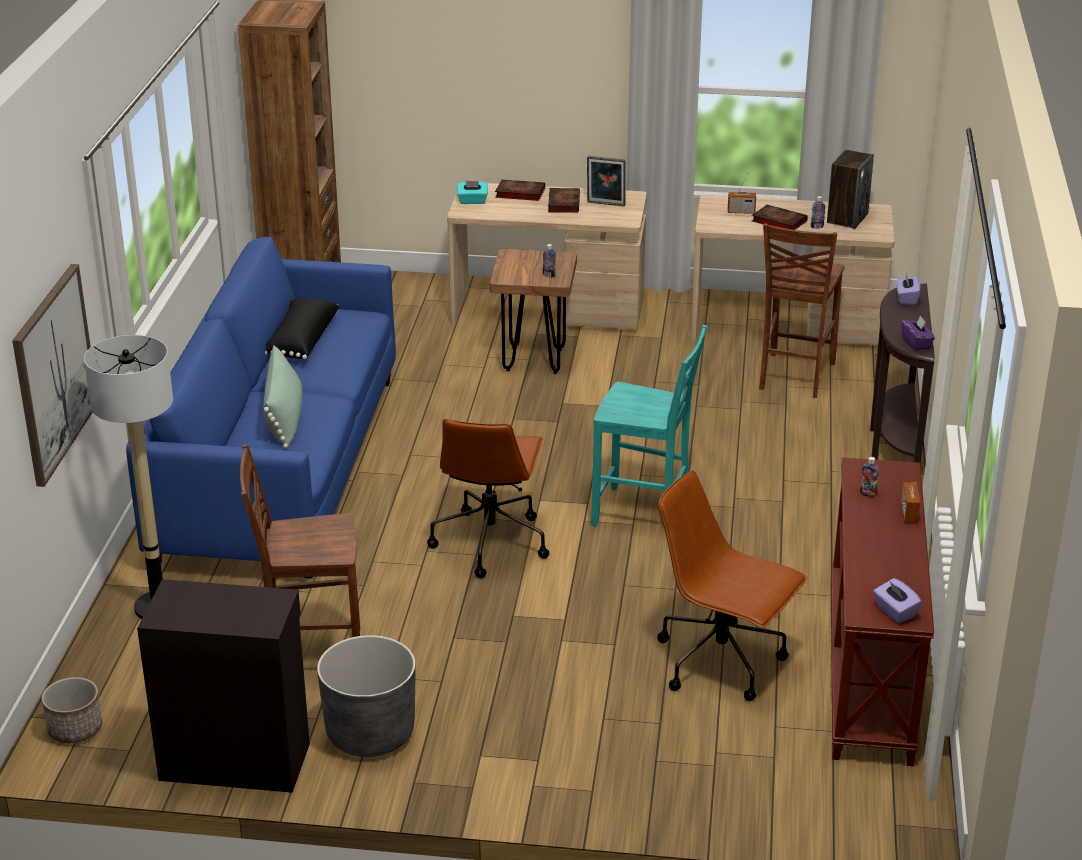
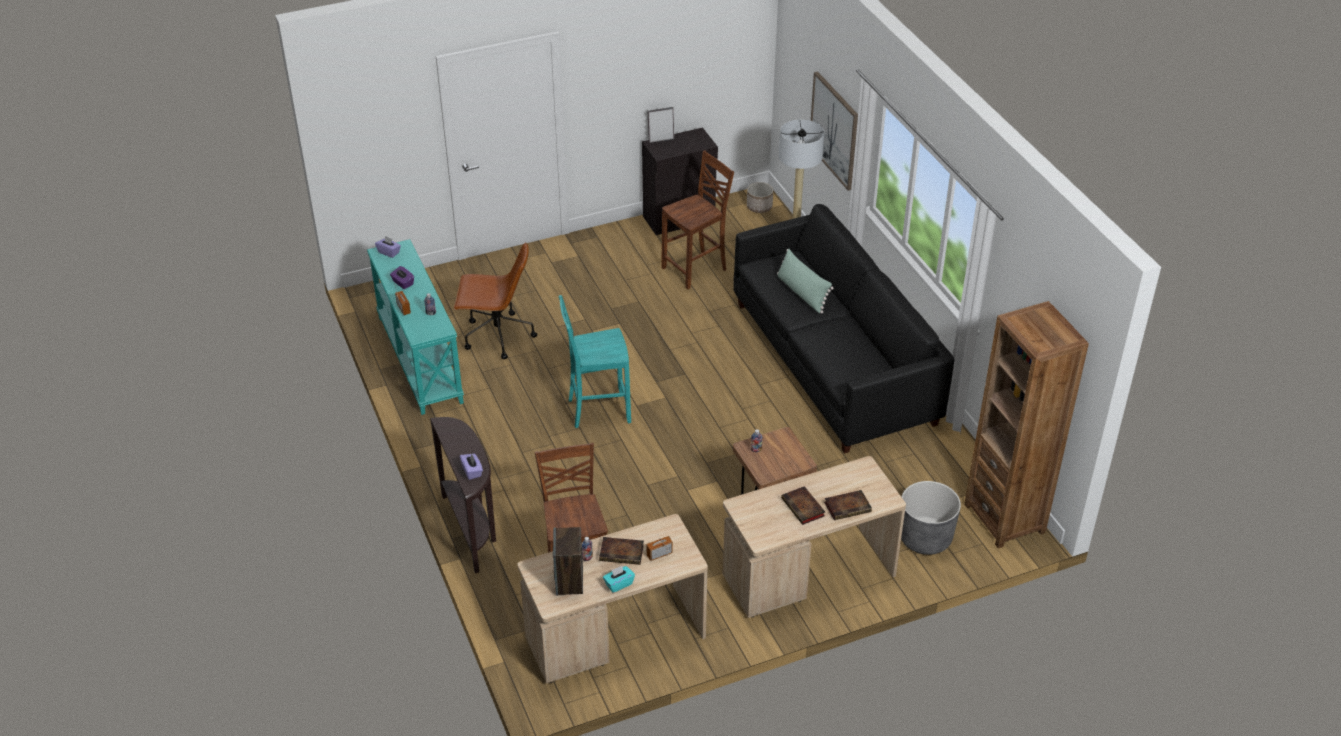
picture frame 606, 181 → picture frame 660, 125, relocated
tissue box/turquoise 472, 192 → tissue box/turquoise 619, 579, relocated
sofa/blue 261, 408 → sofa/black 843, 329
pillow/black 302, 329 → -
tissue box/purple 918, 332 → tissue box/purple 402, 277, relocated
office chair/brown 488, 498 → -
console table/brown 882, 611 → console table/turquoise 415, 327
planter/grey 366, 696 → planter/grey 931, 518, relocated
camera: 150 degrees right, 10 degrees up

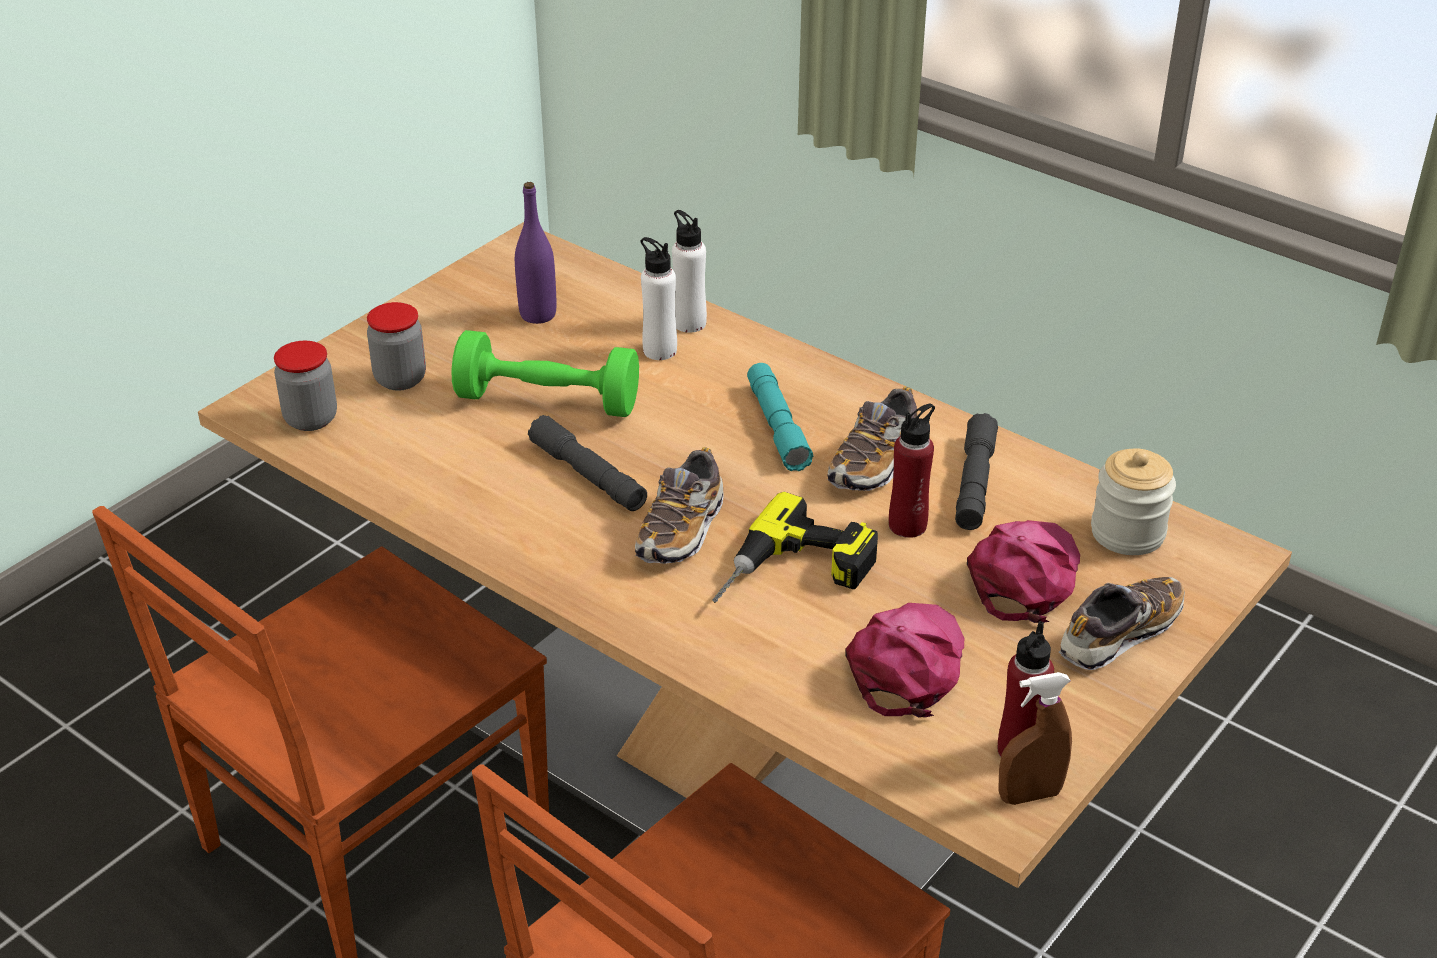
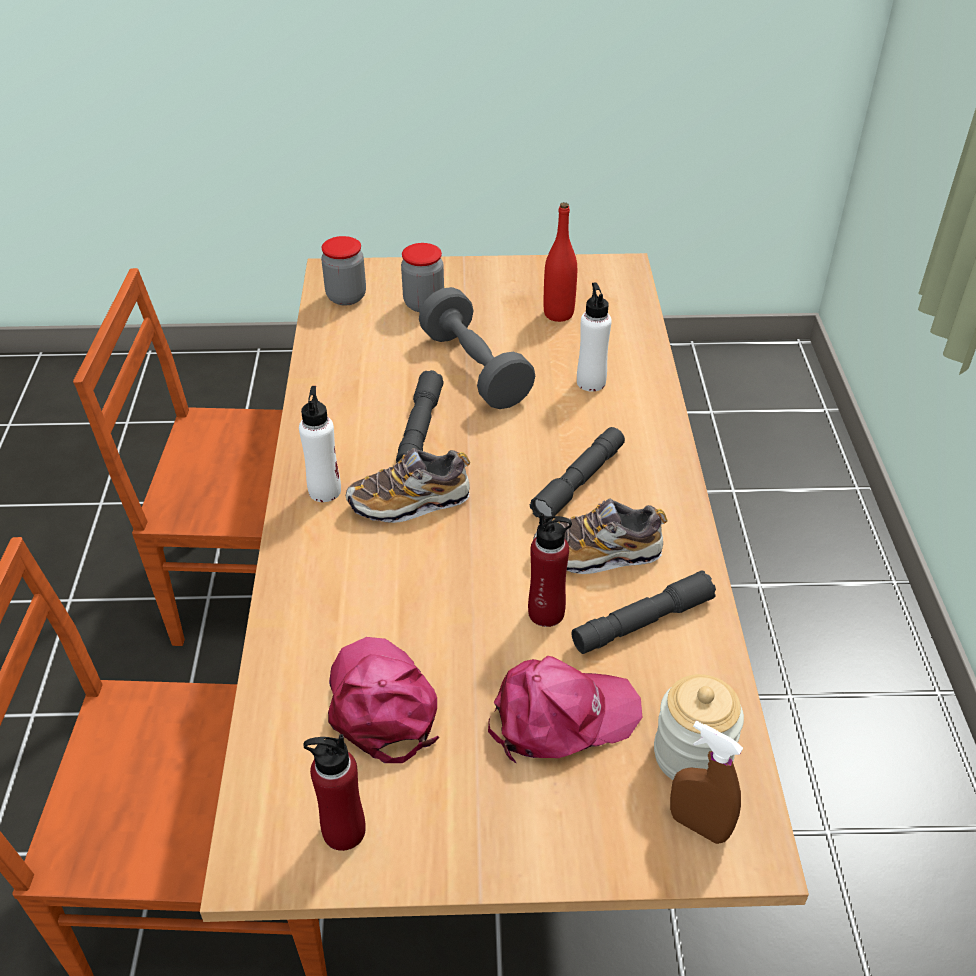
bottle/purple 535, 253 → bottle/red 560, 262
bottle/white 689, 271 → bottle/white 320, 444, relocated
dumbbell/green 545, 373 → dumbbell/grey 477, 348
flashlight/turquoise 780, 417 → flashlight/grey 577, 474
power drill 795, 547 → -
shoe 1122, 623 → -
cap/pink 905, 660 → cap/pink 383, 700, 90 degrees counterclockwise
spray bottle/brown 1035, 738 → spray bottle/brown 706, 782, relocated
camera: 50 degrees right, 5 degrees up

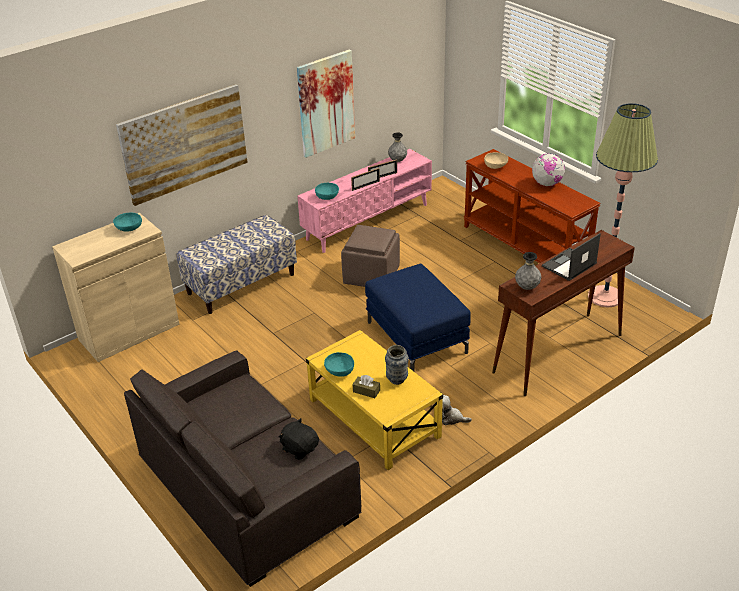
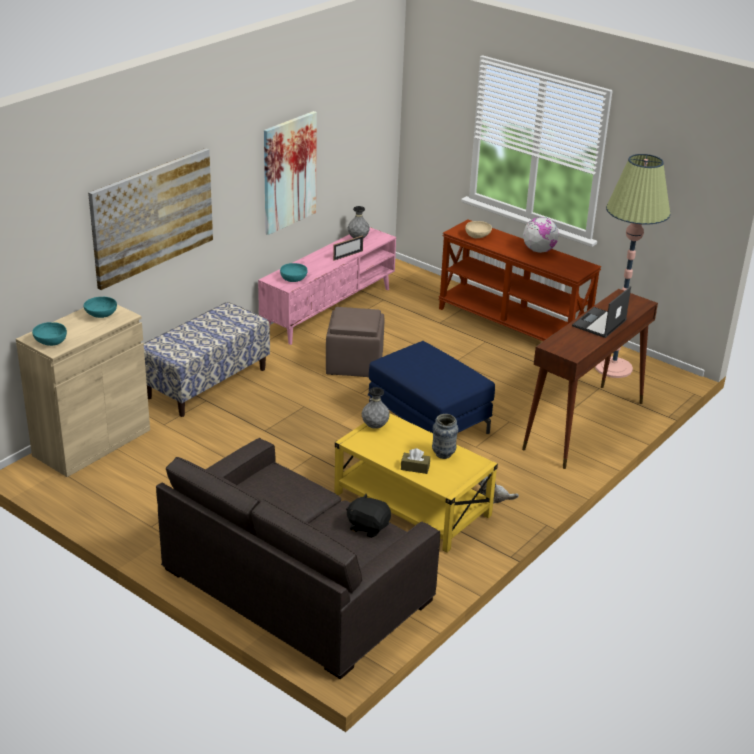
picture frame 365, 179 → -
vase/grey 528, 271 → vase/grey 376, 408, relocated
bowl/turquoise 339, 364 → bowl/turquoise 49, 334, relocated
camera: 15 degrees left, 5 degrees down

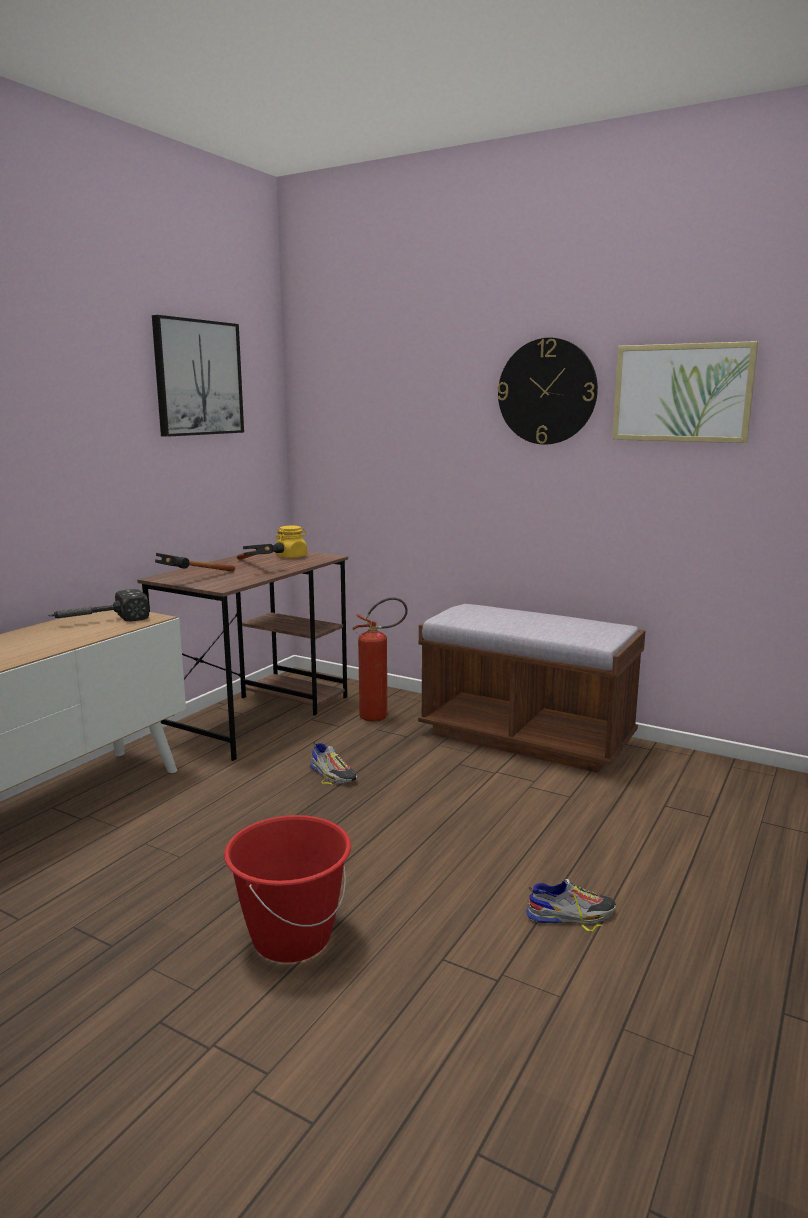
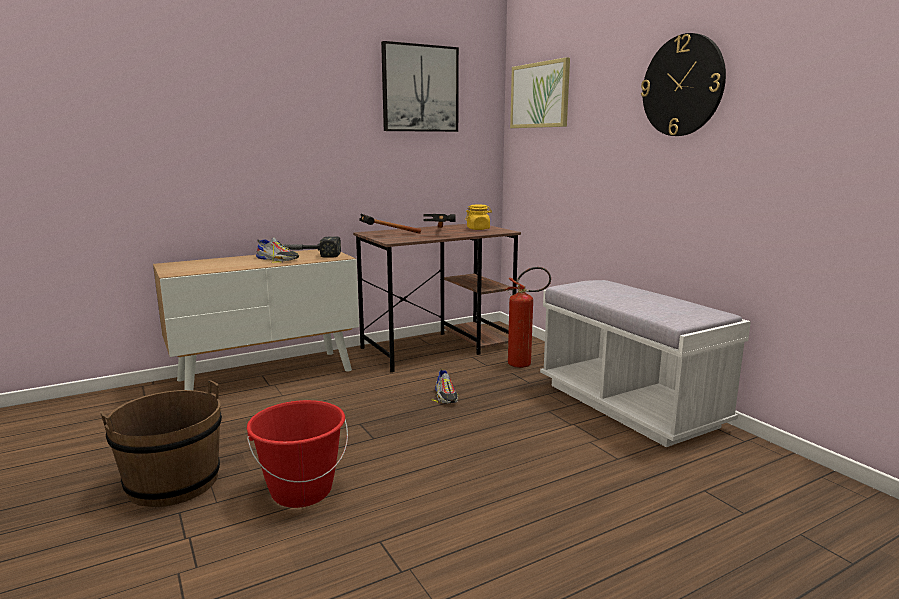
picture 685, 392 → picture 540, 92, relocated
bench/brown 532, 688 → bench/white 645, 363
shoe 571, 905 → shoe 277, 250, relocated
- → bucket/brown 161, 443
camera: 30 degrees right, 0 degrees up

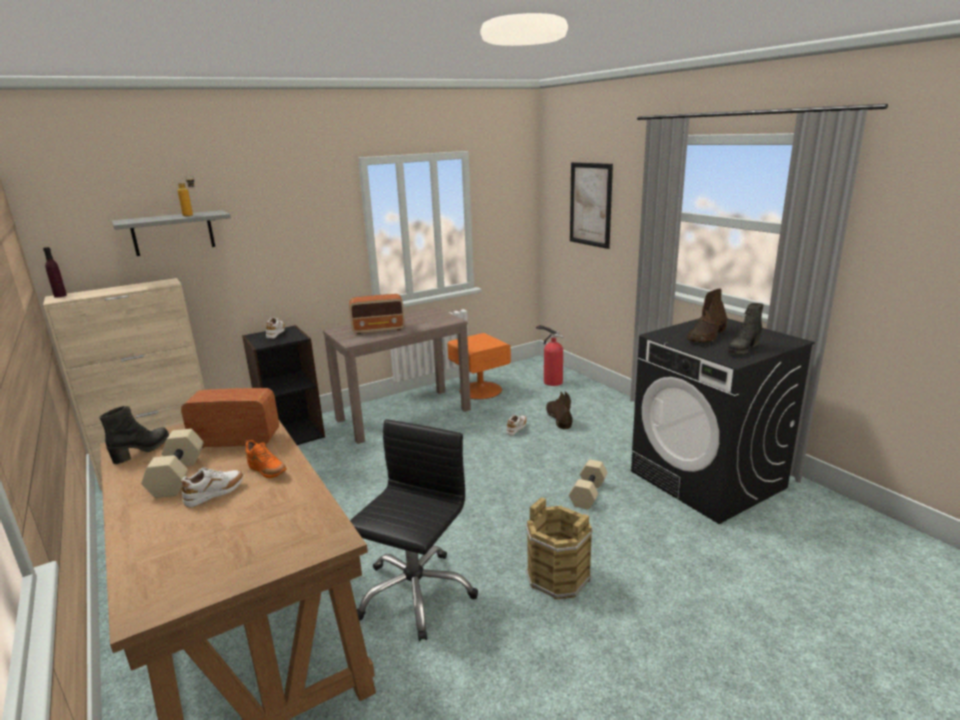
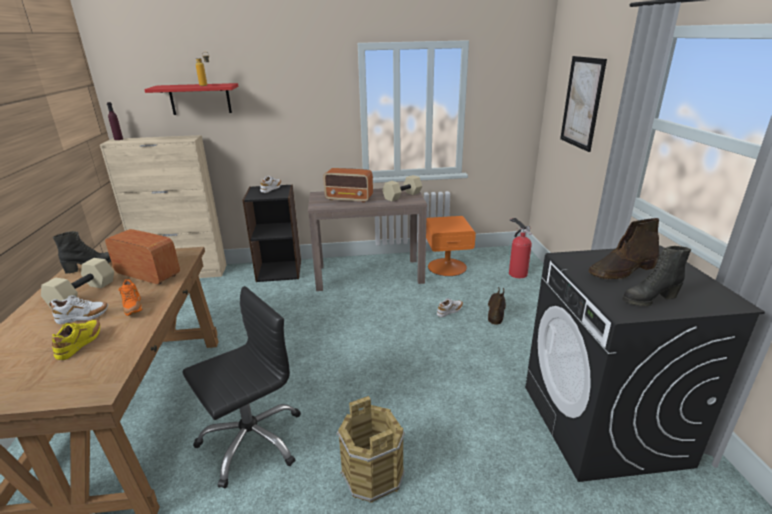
shelf/grey 171, 233 → shelf/red 191, 99
dumbbell/beige 588, 484 → dumbbell/beige 402, 188, relocated
- → shoe/yellow 76, 339
camera: 25 degrees right, 5 degrees up

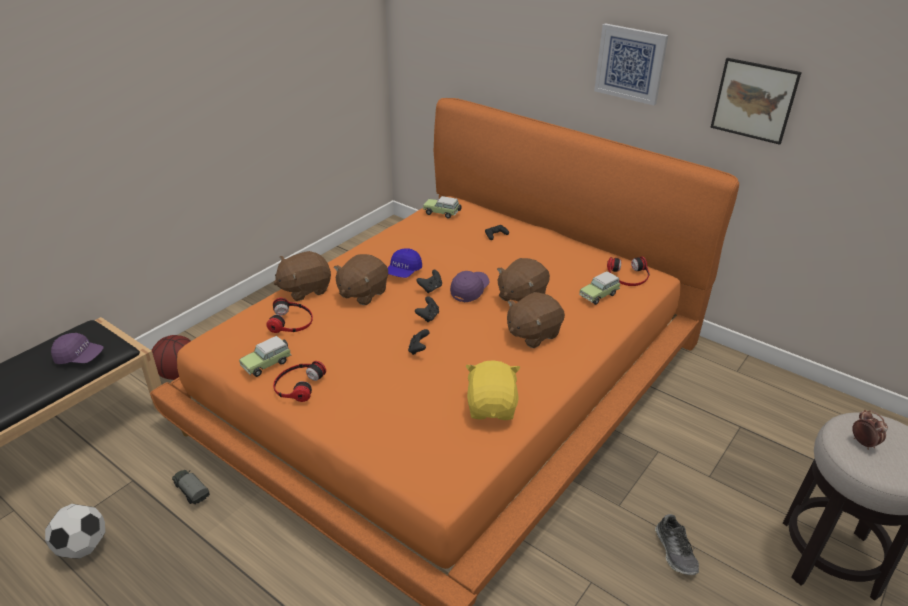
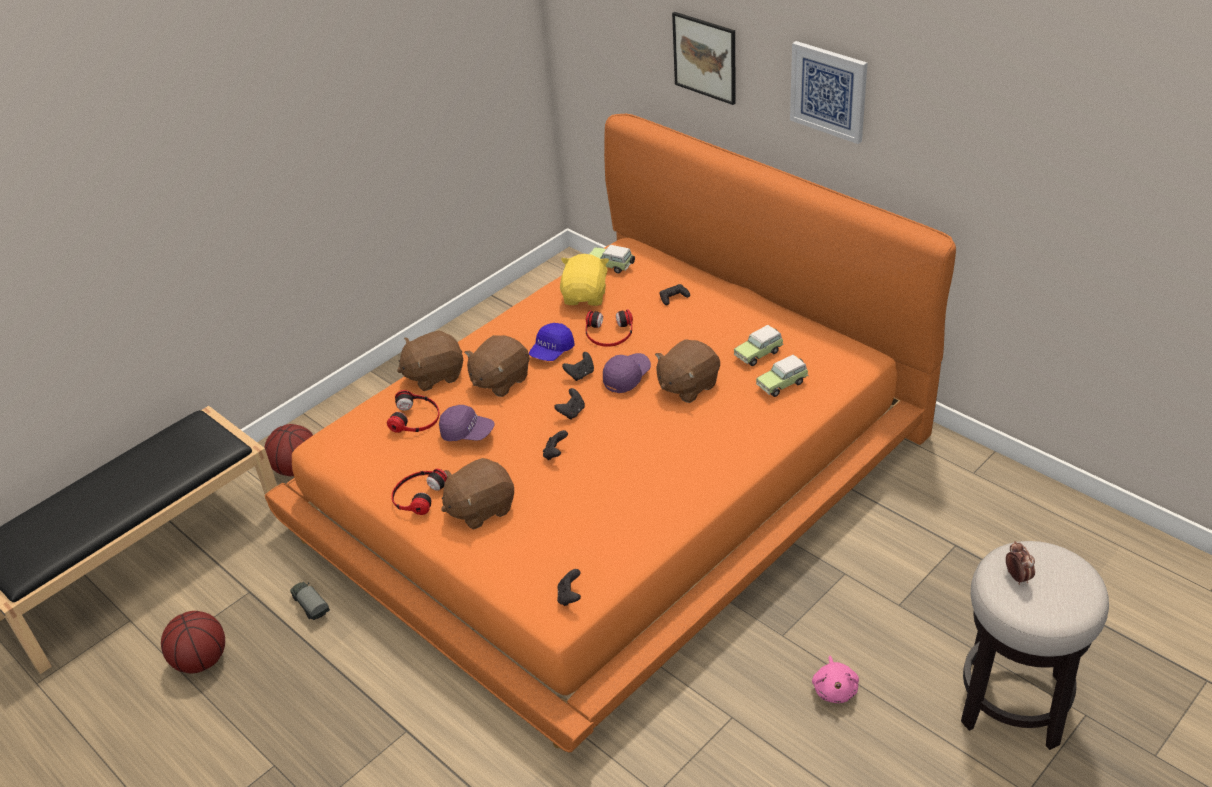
picture 756, 101 → picture 703, 58, relocated
headphones 628, 271 → headphones 609, 328, relocated
plush toy/brown 536, 320 → plush toy/brown 477, 494, relocated
cap/purple 77, 348 → cap/purple 467, 423, relocated
toy car 265, 356 → toy car 759, 345, relocated
plush toy/yellow 493, 390 → plush toy/yellow 584, 280, relocated
football 75, 531 → basketball 193, 642
shoe 677, 544 → plush toy/pink 835, 679
- → game controller/black 569, 587
camera: 10 degrees right, 5 degrees up

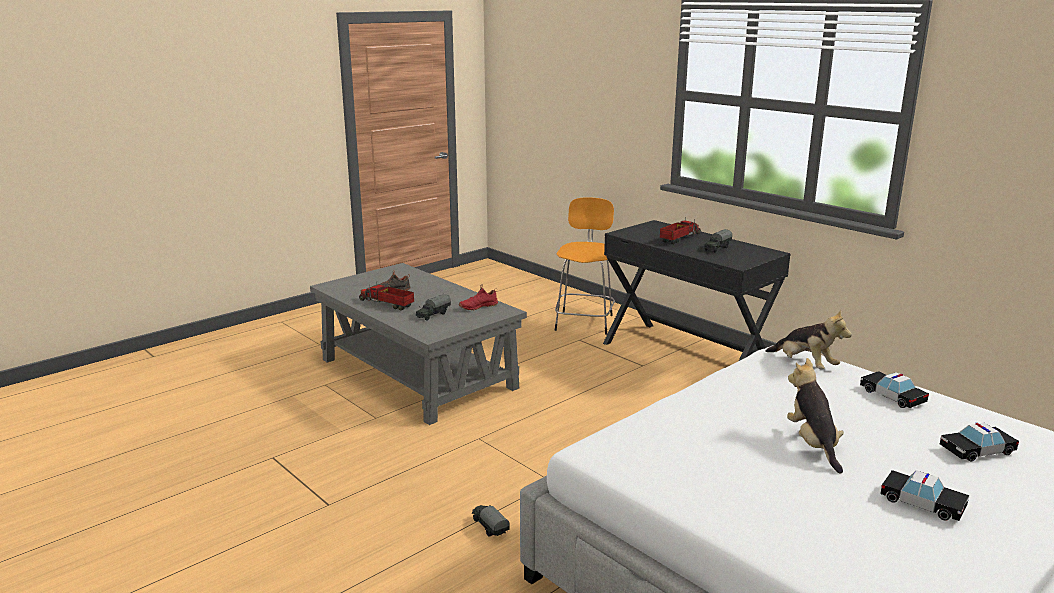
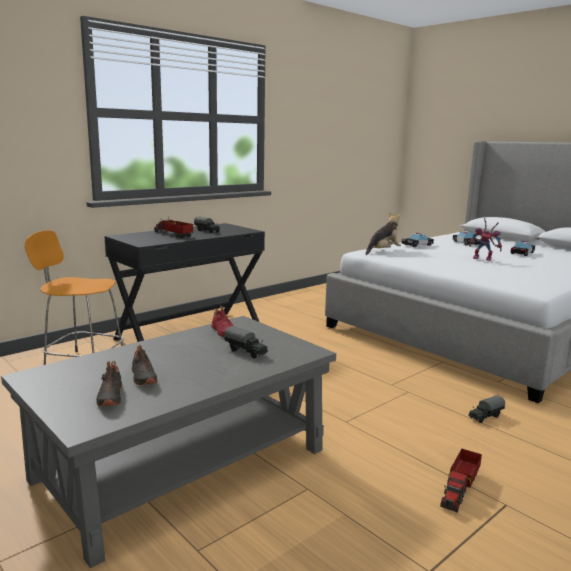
toy truck 386, 296 → toy truck 461, 480, relocated
plush toy 815, 416 → toy robot 485, 239
- → shoe/black 109, 383
camera: 90 degrees left, 5 degrees down

